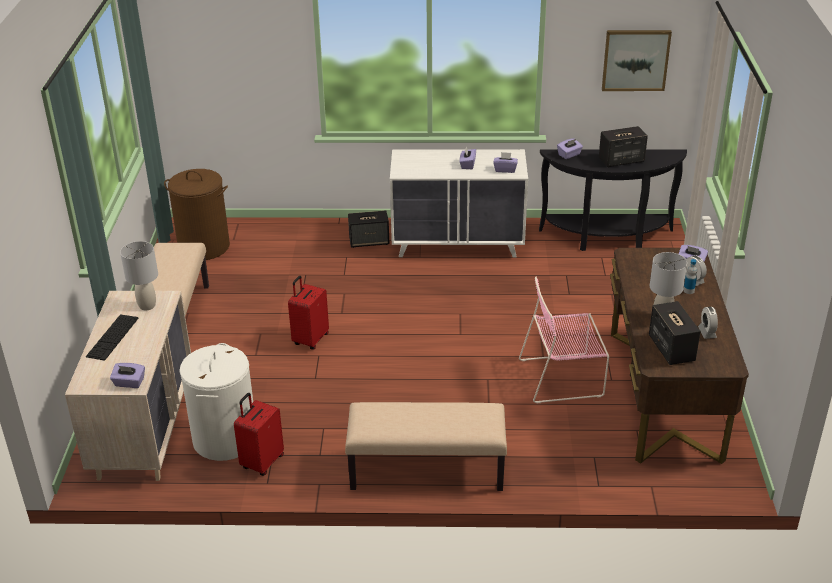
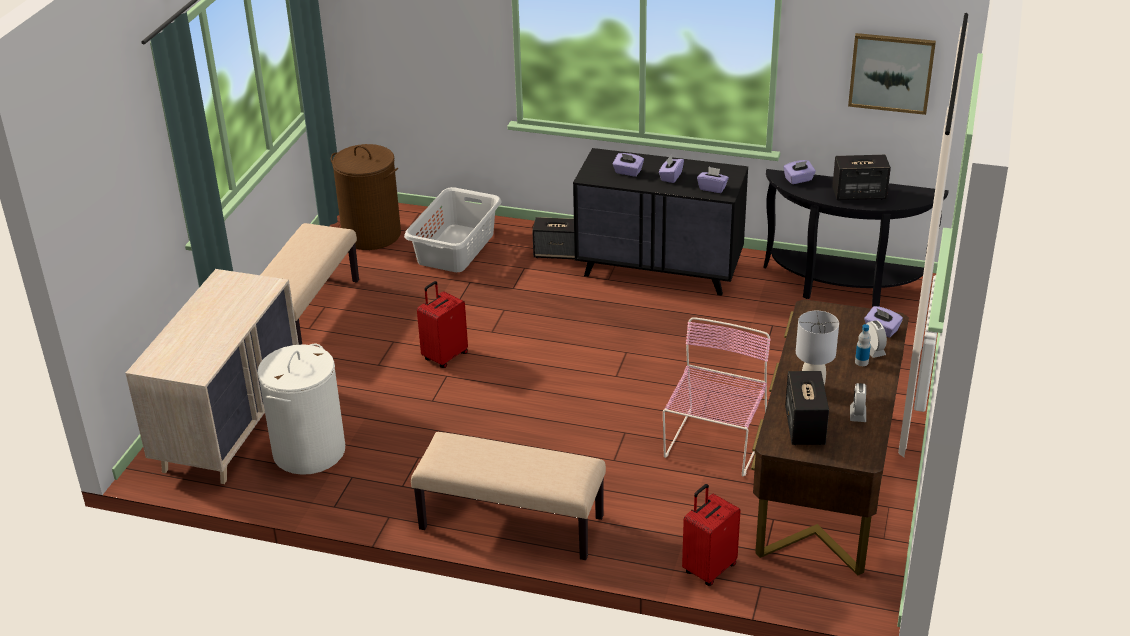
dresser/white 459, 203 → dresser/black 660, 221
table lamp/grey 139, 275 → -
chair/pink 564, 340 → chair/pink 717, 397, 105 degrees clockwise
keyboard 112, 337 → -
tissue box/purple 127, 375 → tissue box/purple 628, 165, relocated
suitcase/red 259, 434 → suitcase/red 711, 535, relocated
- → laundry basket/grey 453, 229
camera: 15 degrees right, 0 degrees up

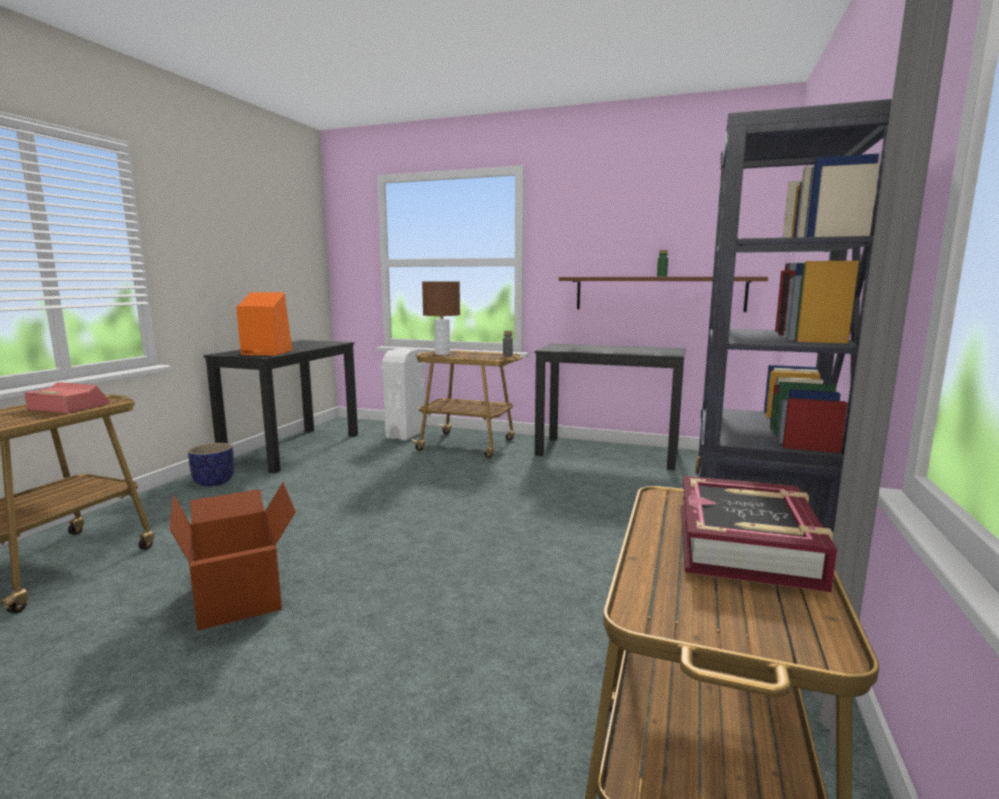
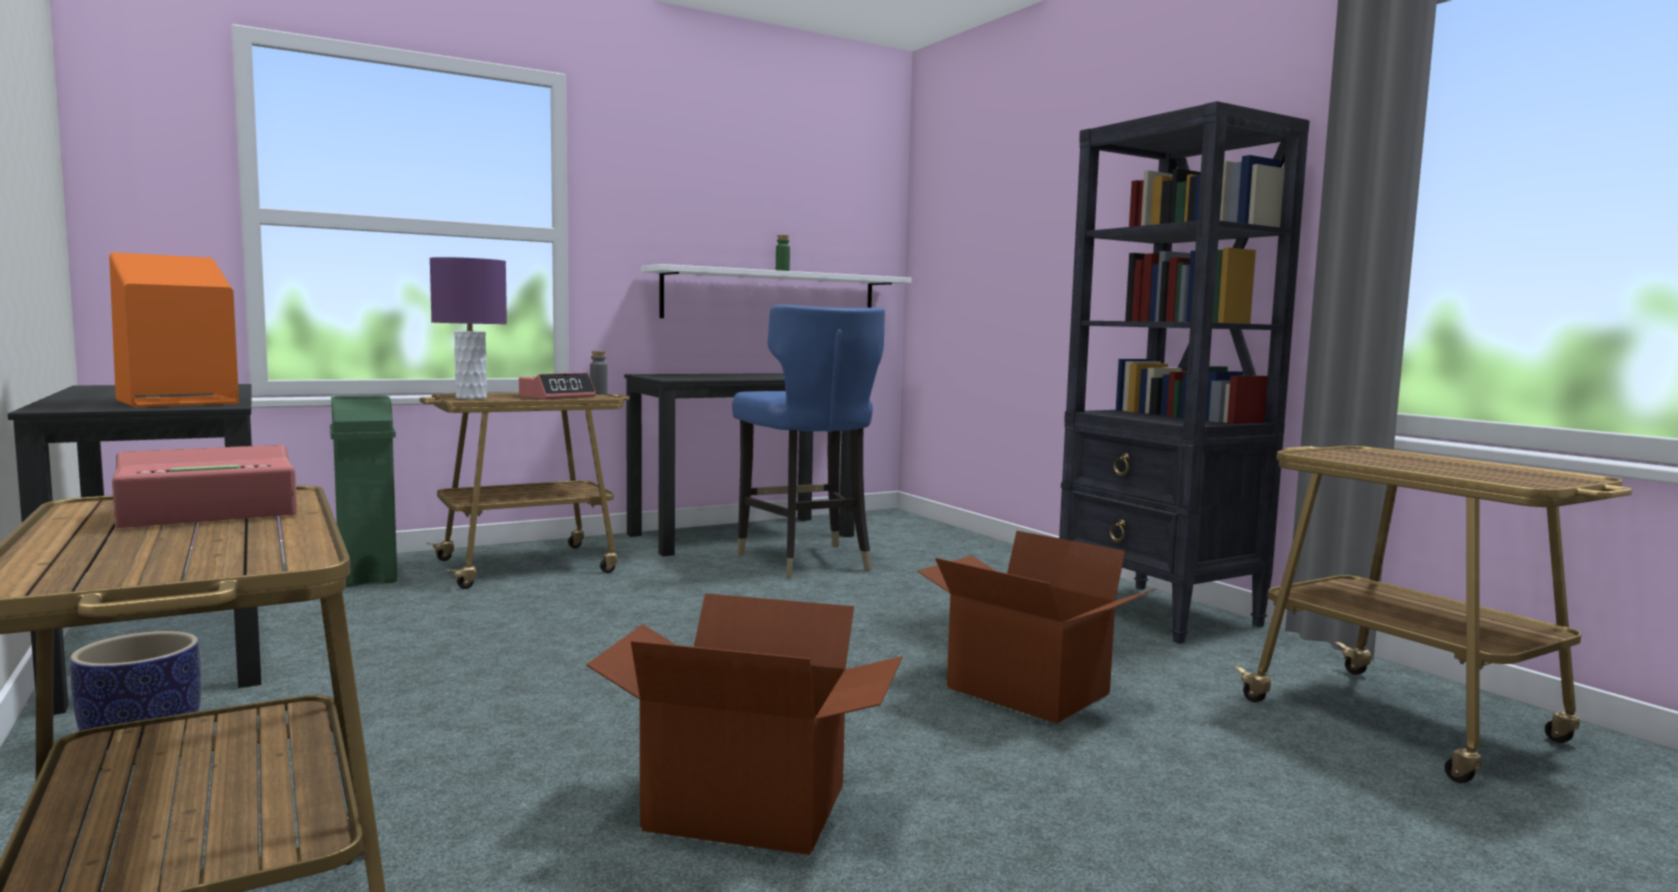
shelf/brown 663, 294 → shelf/white 776, 291
table lamp/brown 441, 318 → table lamp/purple 468, 328
trash can/white 403, 395 → trash can/green 363, 491
book 759, 534 → -
- → chair/blue 808, 441
- → alarm clock 557, 386
- → cardboard box 1036, 627
camera: 50 degrees left, 5 degrees down

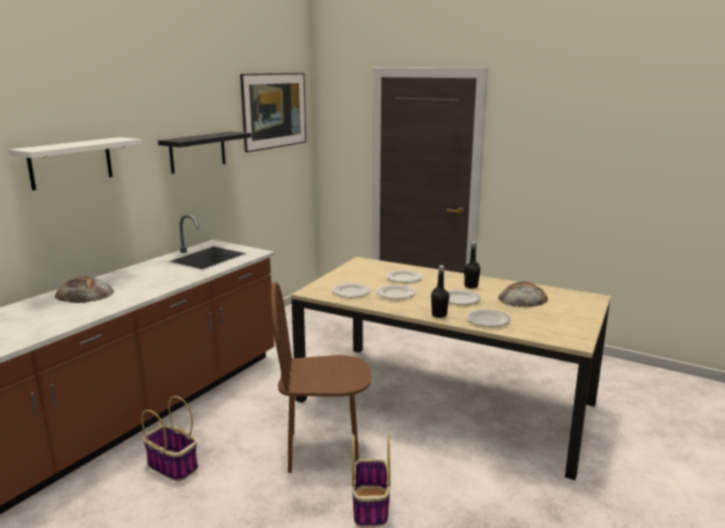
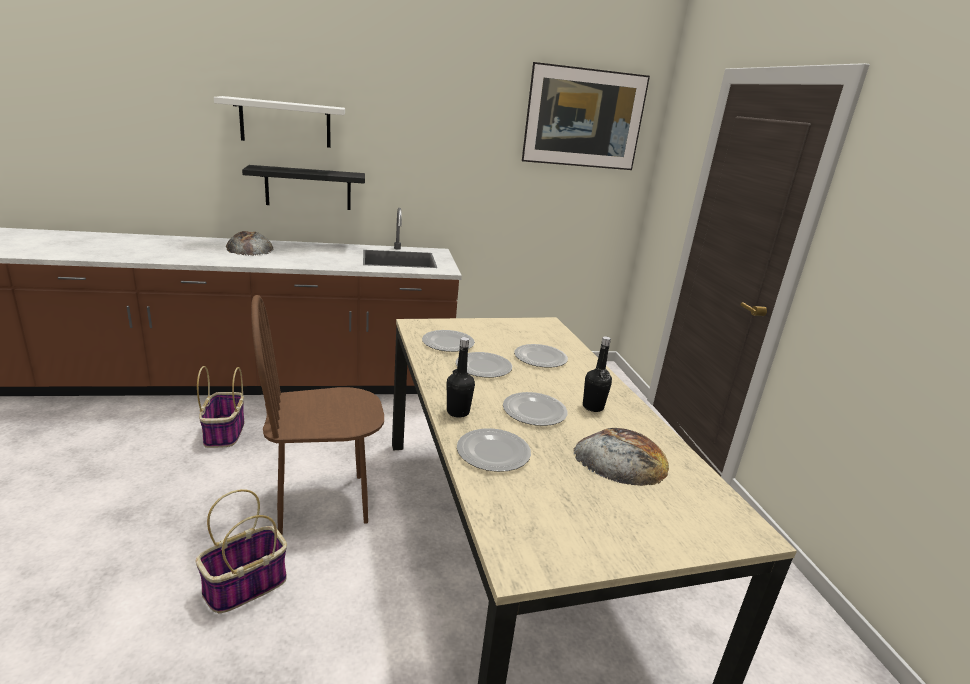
shelf/black 205, 152 → shelf/black 303, 187, relocated
chair/brown 321, 377 → chair/brown 317, 415, 60 degrees counterclockwise
camera: 45 degrees right, 5 degrees up

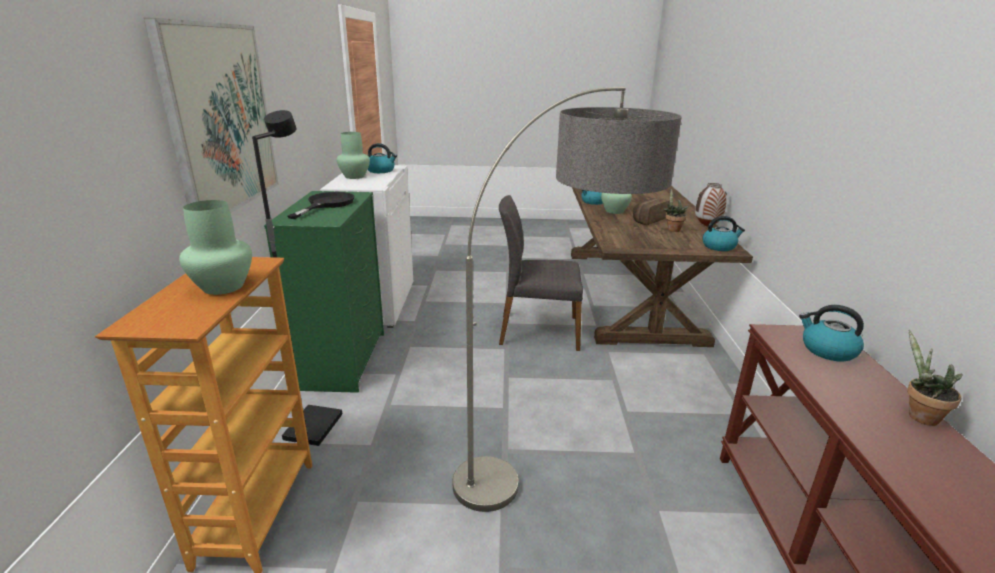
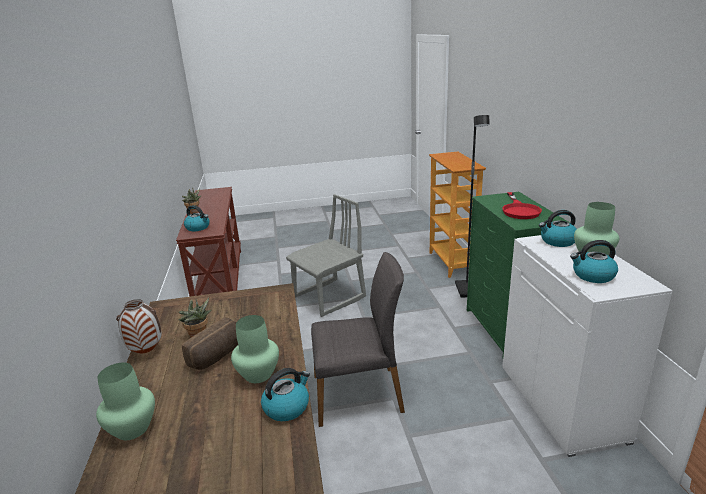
picture 211, 115 → -
floor lamp 567, 299 → chair/grey 326, 255
frying pan/black 321, 205 → frying pan/red 522, 205
vase/green 215, 247 → vase/green 125, 401, relocated
kettle 723, 233 → kettle 558, 228, relocated
camera: 170 degrees right, 0 degrees up

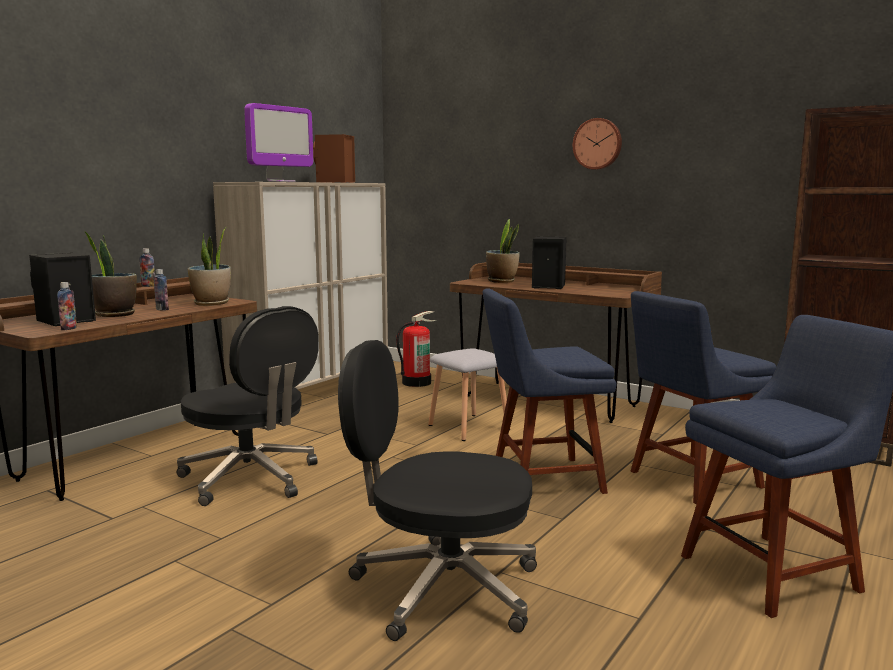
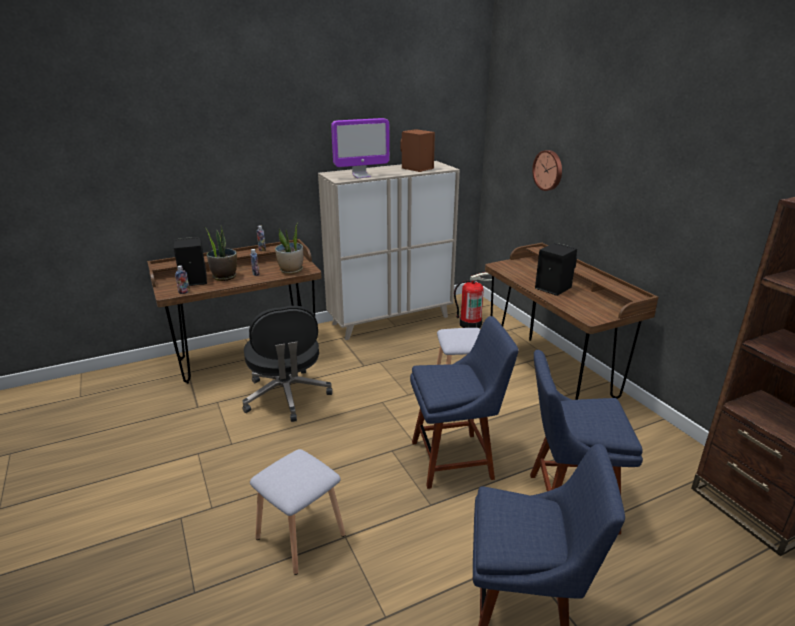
wall clock 597, 144 → wall clock 547, 170, relocated
potted plant 503, 251 → -
chair/blue 549, 391 → chair/blue 464, 402, 150 degrees clockwise
office chair/black 437, 490 → stool/grey 297, 512
camera: 30 degrees right, 15 degrees up

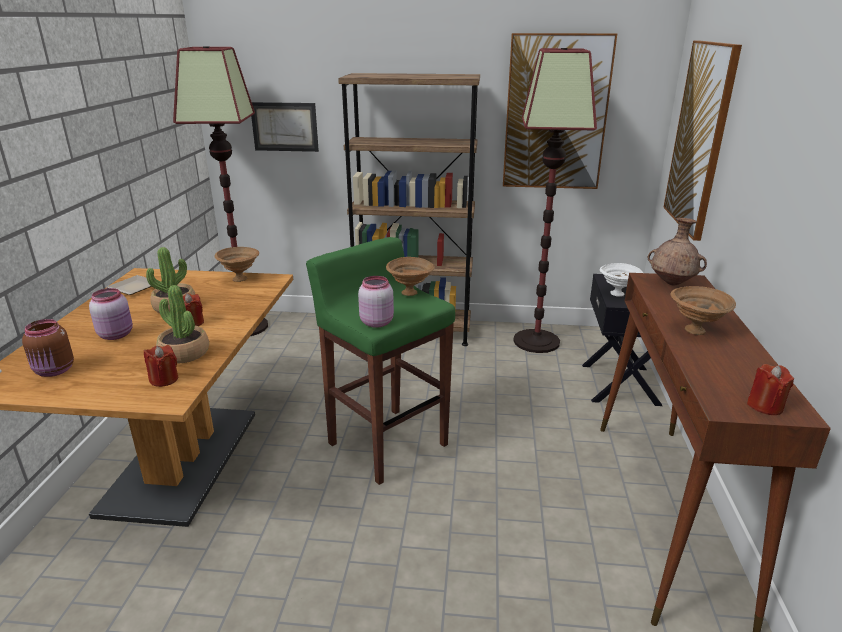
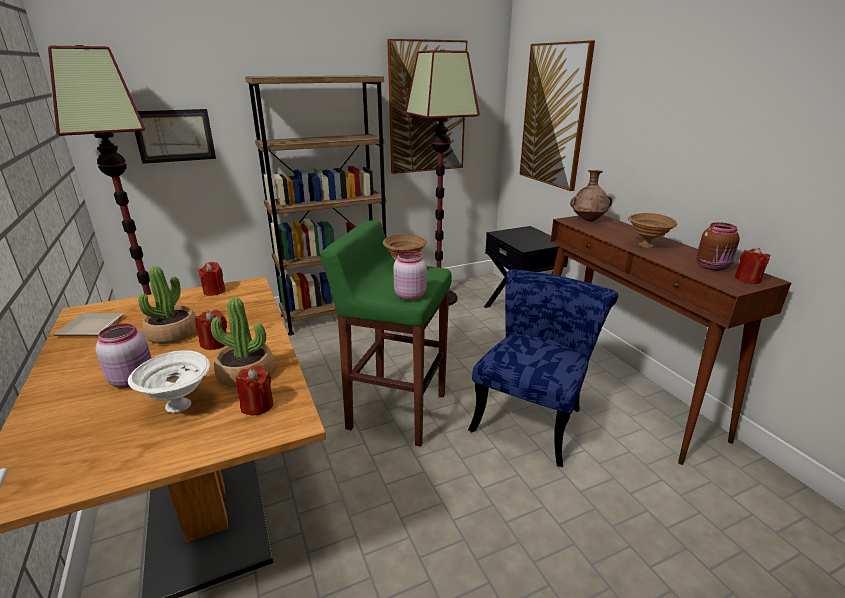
bowl/brown 236, 264 → candle/red 212, 279
bowl/white 621, 280 → bowl/white 169, 381, relocated
jar/brown 48, 348 → jar/brown 718, 246, relocated
- → chair/blue 543, 368
camera: 30 degrees left, 0 degrees up

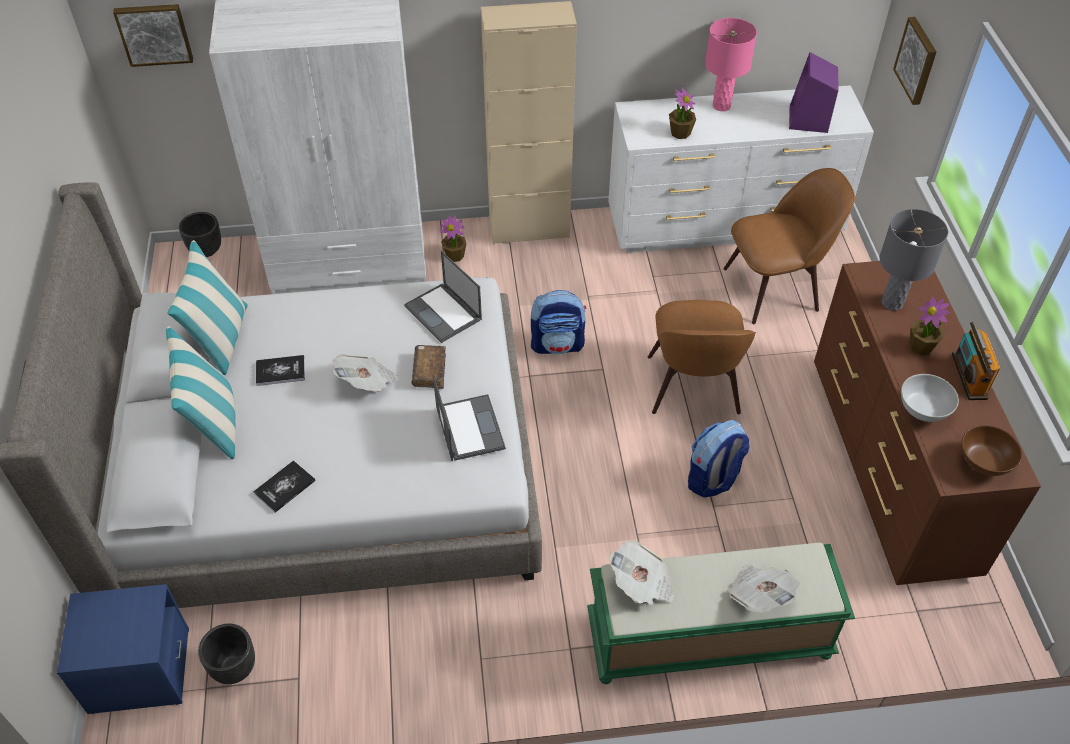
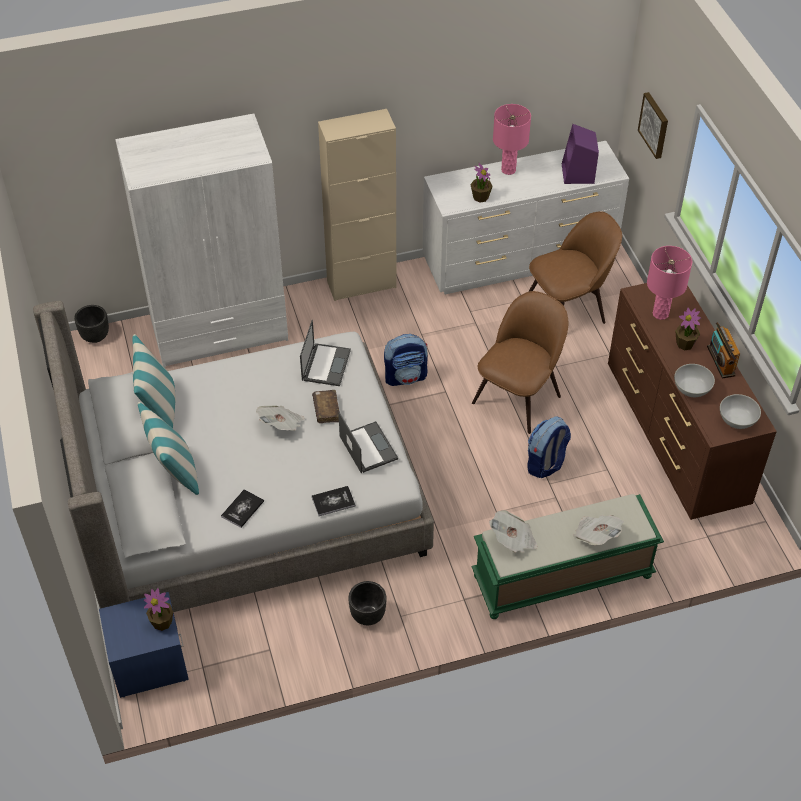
picture 153, 35 → -
table lamp/grey 913, 260 → table lamp/pink 669, 283
potted plant 453, 239 → potted plant 158, 609, relocated
laptop 443, 297 → laptop 325, 353, 120 degrees counterclockwise
chair/brown 702, 357 → chair/brown 520, 362, 135 degrees counterclockwise
book 280, 370 → book 333, 501, relocated
bowl/brown 991, 450 → bowl/white 740, 411
planter/black 226, 654 → planter/black 367, 603, relocated
camera: 10 degrees left, 0 degrees up

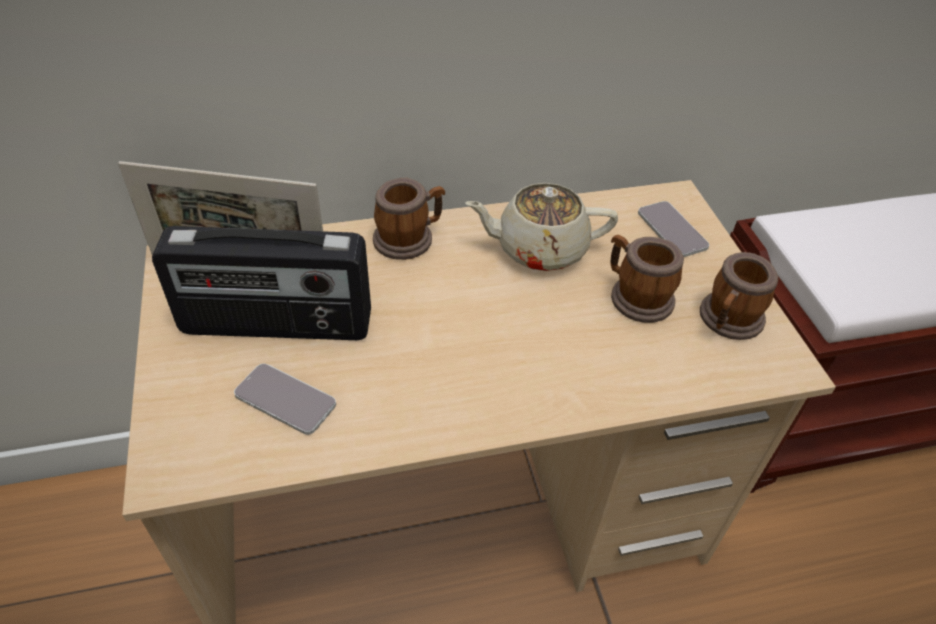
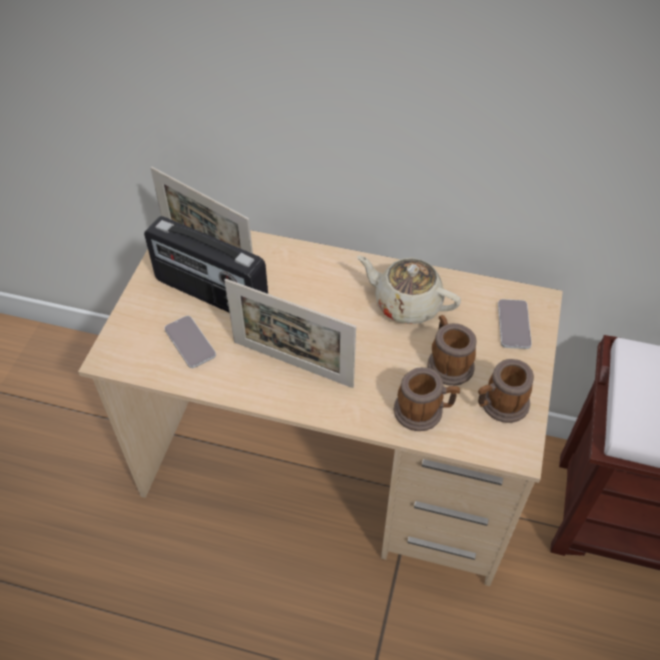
mug 409, 218 → mug 427, 399, relocated
- → picture frame 290, 333
camera: 30 degrees right, 5 degrees up

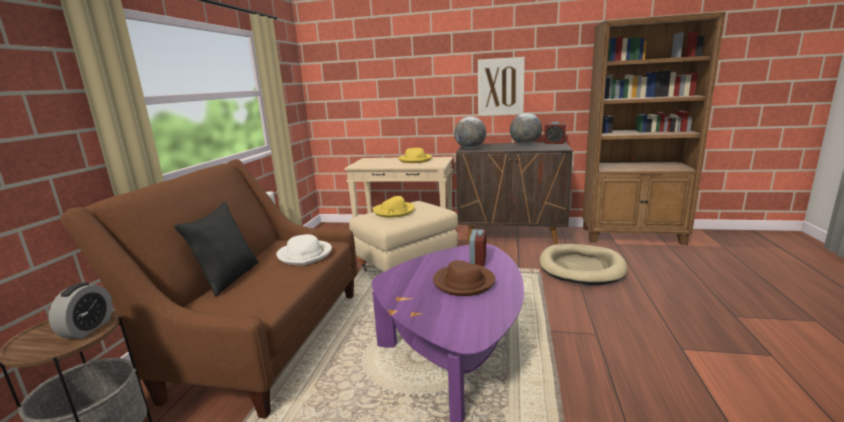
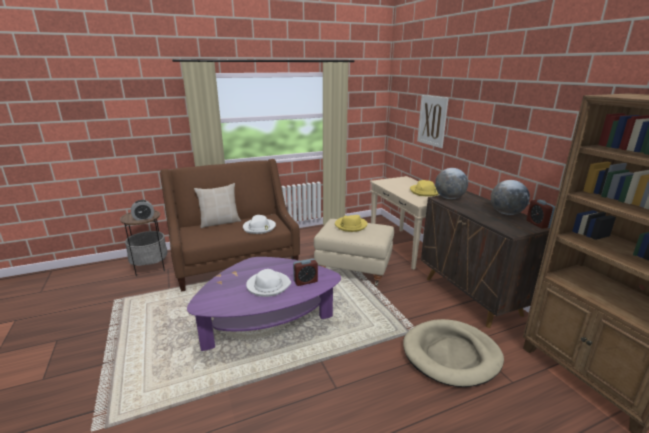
picture 501, 86 → picture 433, 121, relocated
pillow/black 216, 249 → pillow/beige 217, 205
hat/brown 464, 278 → hat/white 268, 283
camera: 55 degrees right, 5 degrees up

